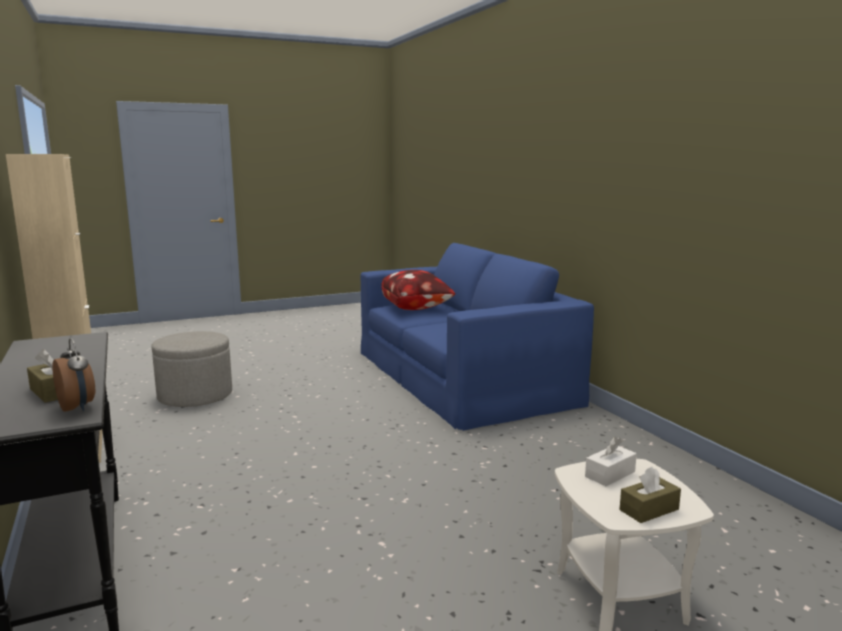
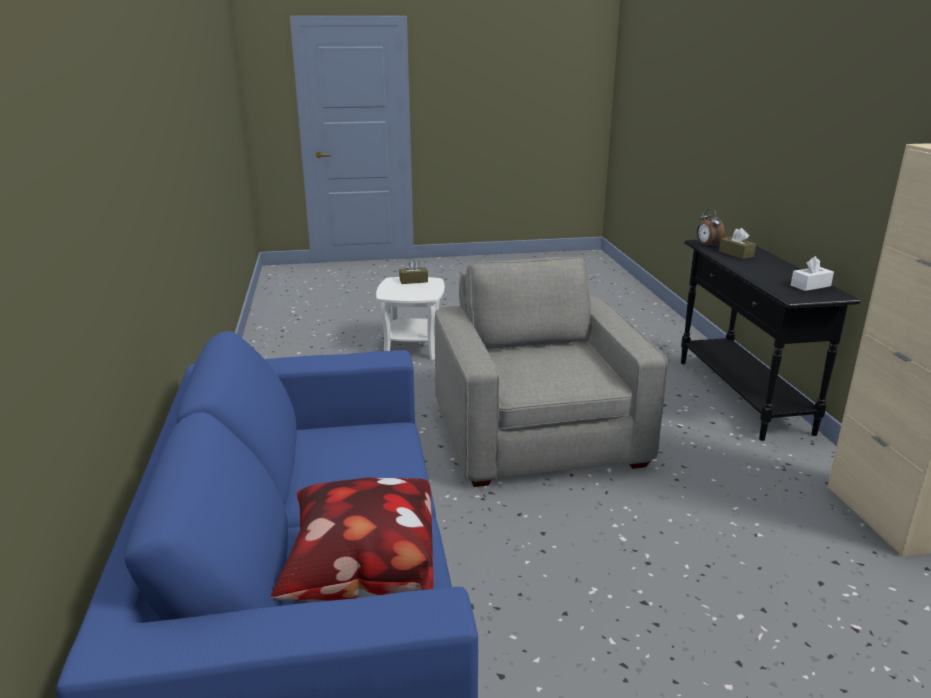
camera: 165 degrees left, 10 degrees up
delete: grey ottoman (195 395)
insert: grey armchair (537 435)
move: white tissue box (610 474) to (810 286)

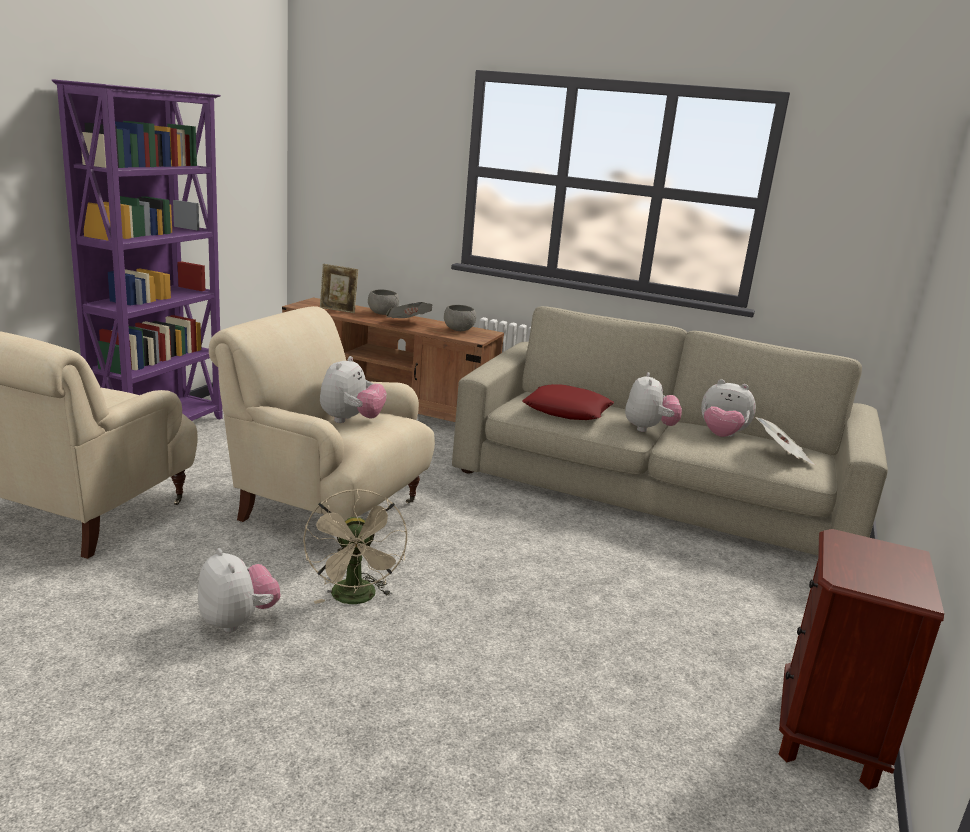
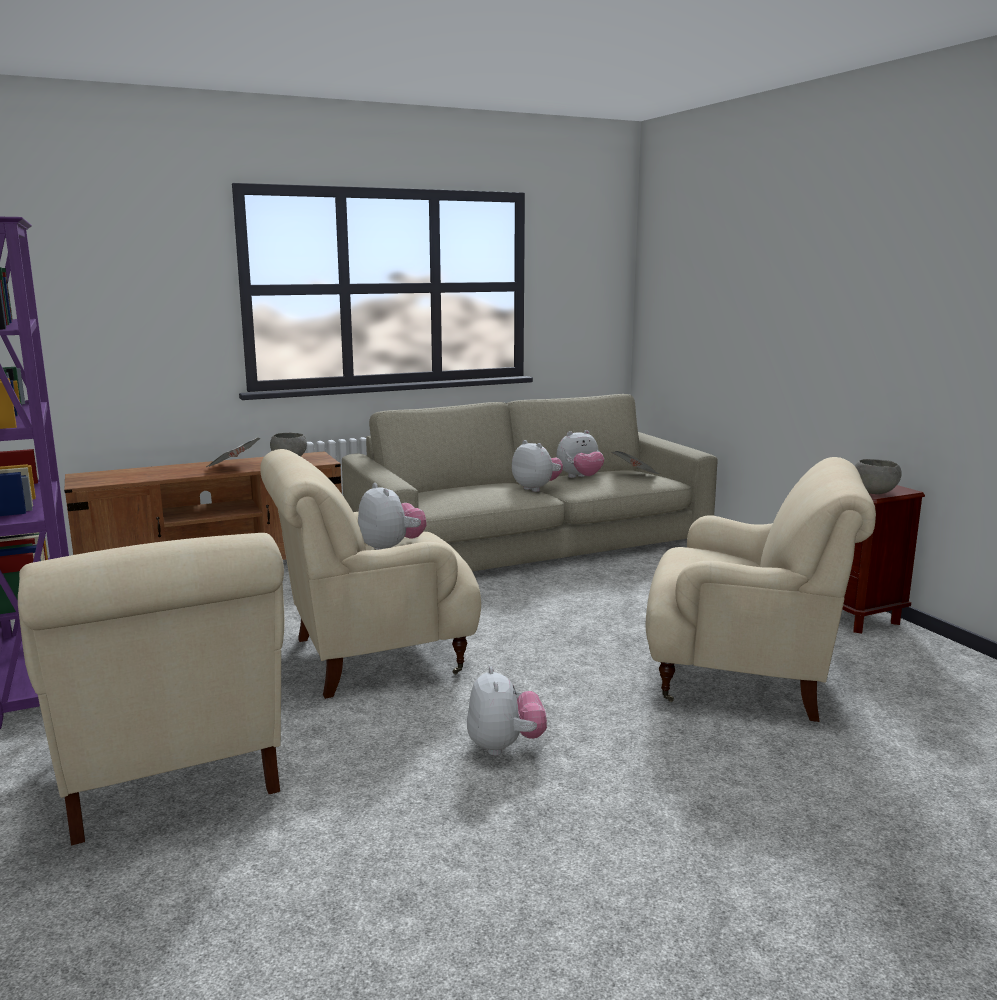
camera: 45 degrees left, 5 degrees down
delete: beige fan (356 599); picture frame (338 310); red pillow (567 411)
insert: beige armchair (744 677)
move: grey bowl (383 313) to (874 492)
rotate: plush toy (238 621) = (504 746) 75 degrees clockwise

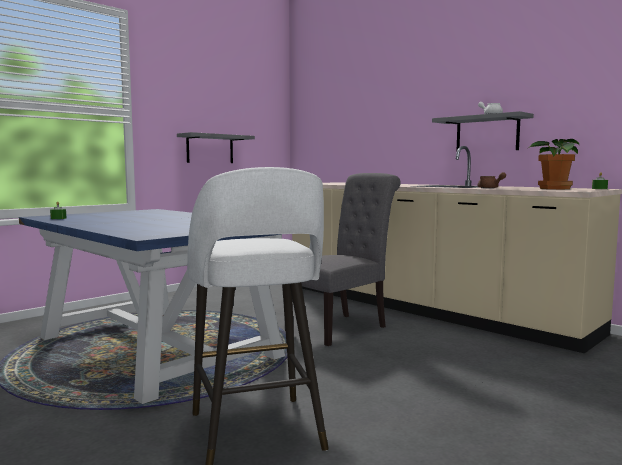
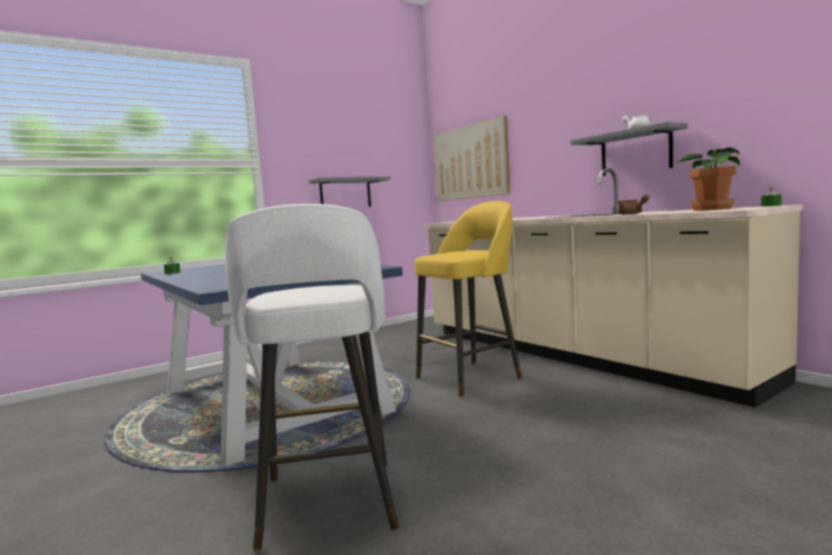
camera: 10 degrees right, 0 degrees up
insert: picture (470 162)
replace: grey chair (341 327) to yellow stool (471 377)

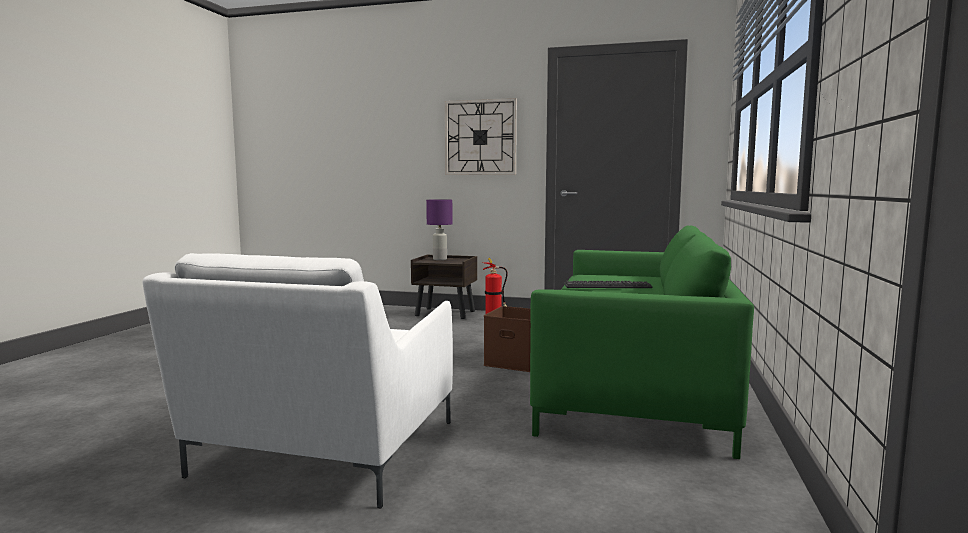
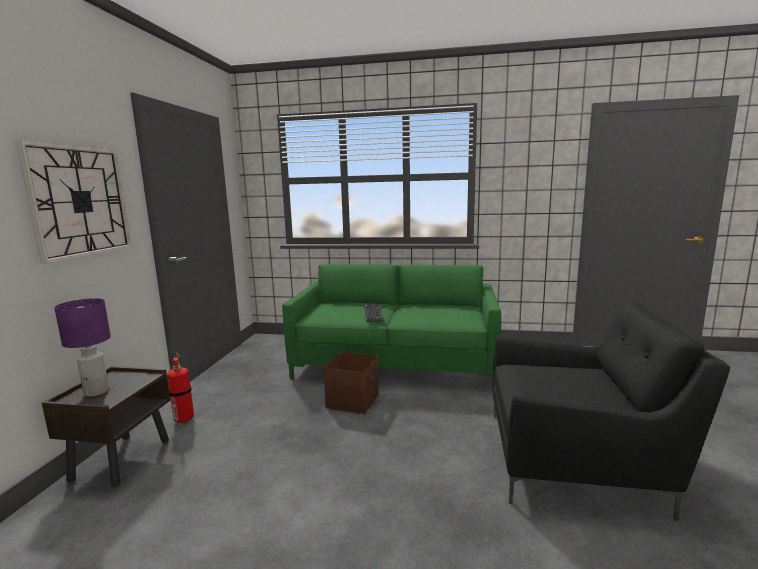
camera: 95 degrees left, 5 degrees up
recolor: white armchair (323 452) to black armchair (577 460)

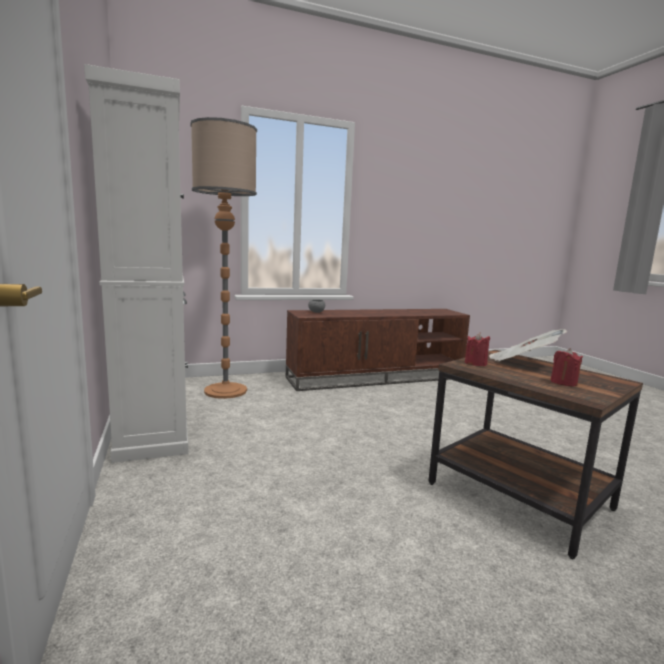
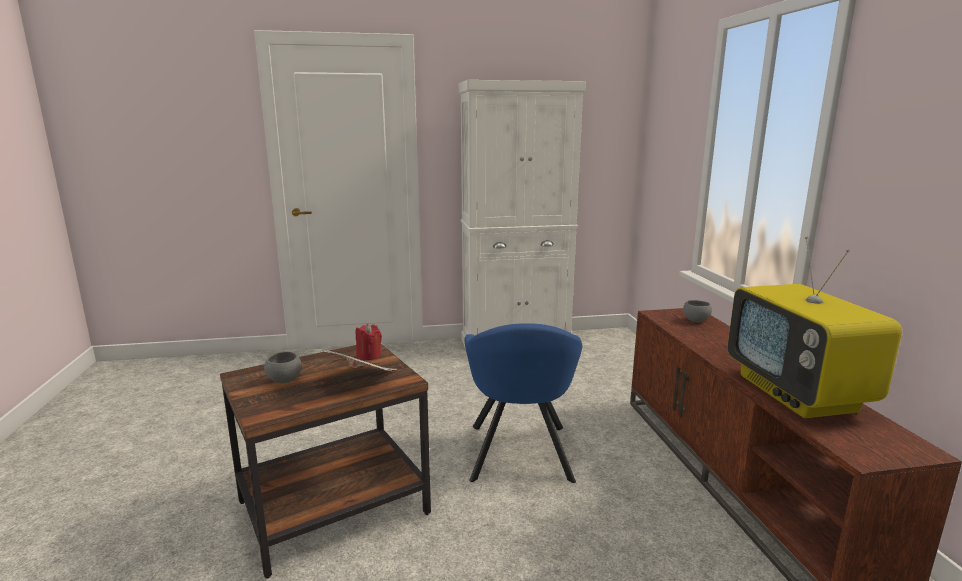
camera: 100 degrees right, 5 degrees up
delete: floor lamp (226 391)
insert: blue armchair (520 456); television (798 394)
replace: red candle (563 382) to grey bowl (284 380)

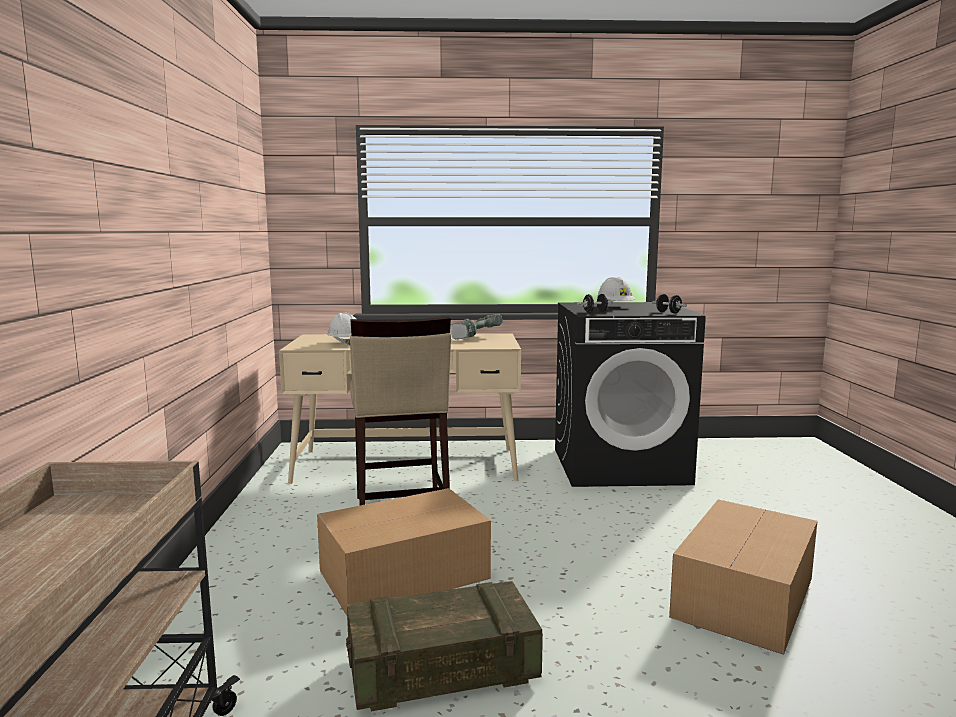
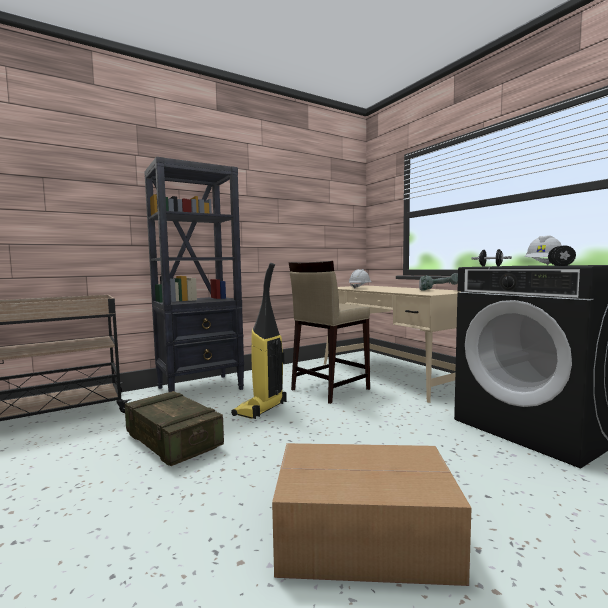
camera: 60 degrees right, 5 degrees down
insert: black bookcase (201 388)
replace: cardboard box (407 574) to vacuum cleaner (260 409)

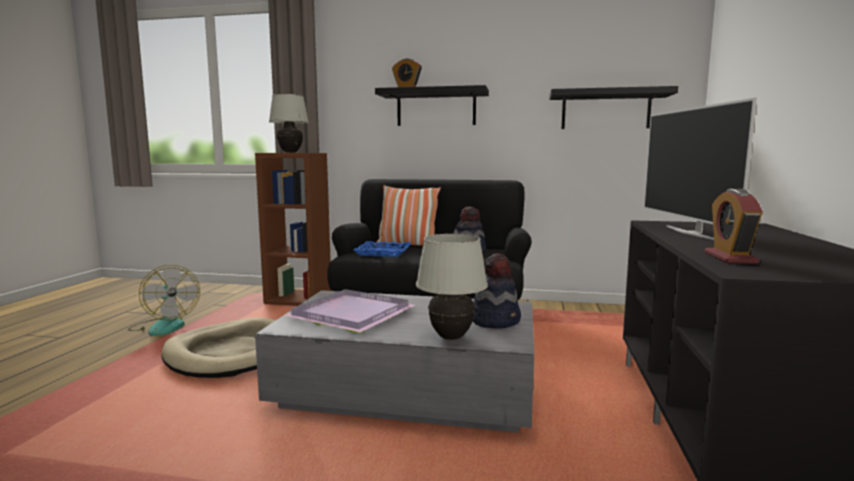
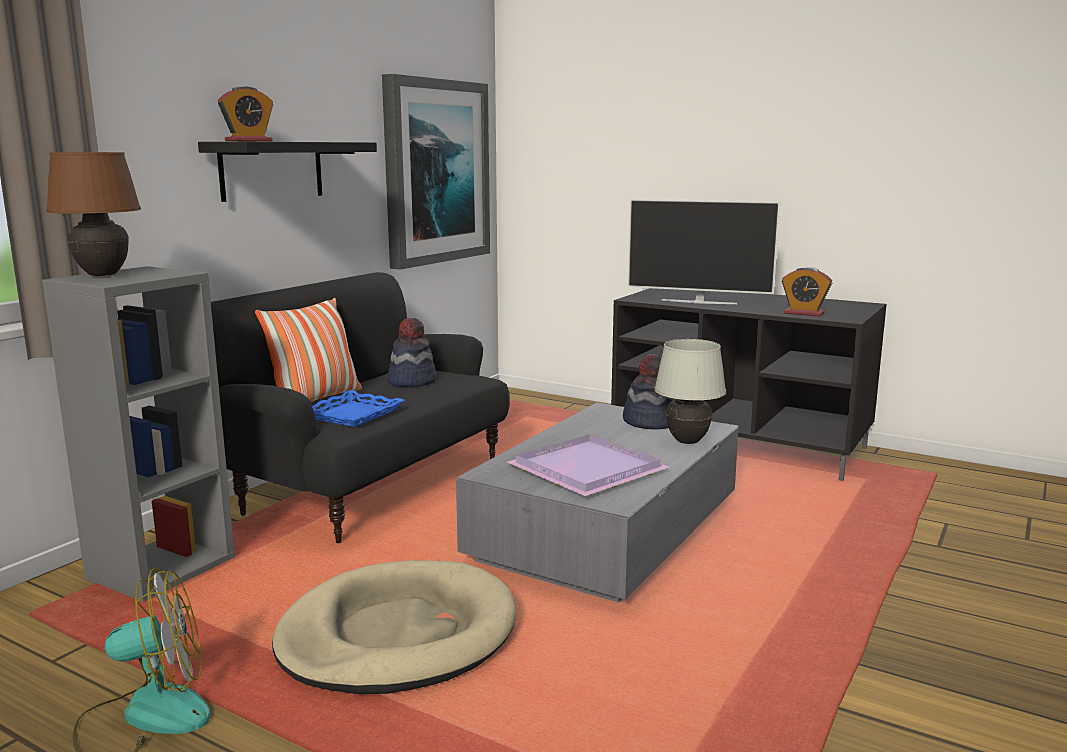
camera: 70 degrees left, 5 degrees up
replace: black shelf (605 110) to picture (435 172)
recolor: brown bookcase (299 299) to grey bookcase (162 568); white table lamp (290 152) to brown table lamp (102 275)

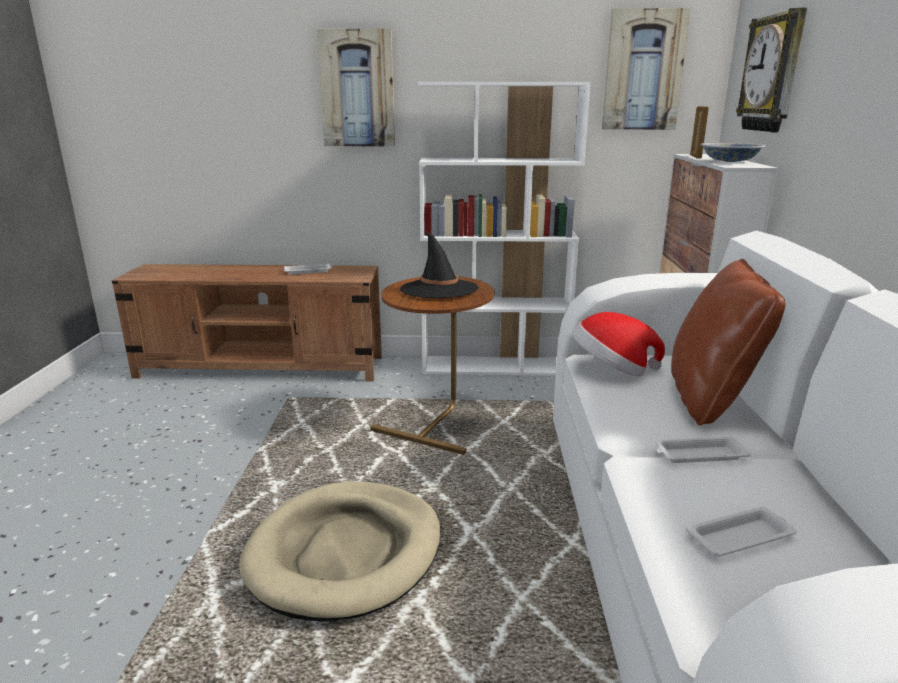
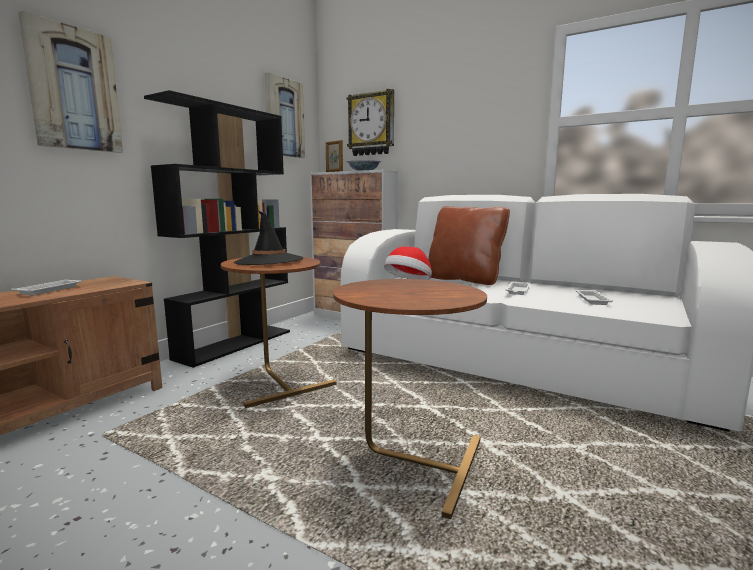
camera: 60 degrees left, 10 degrees down
replace: beige dog bed (346 553) to brown side table (408 461)
recolor: white bookcase (495 366) to black bookcase (235 344)

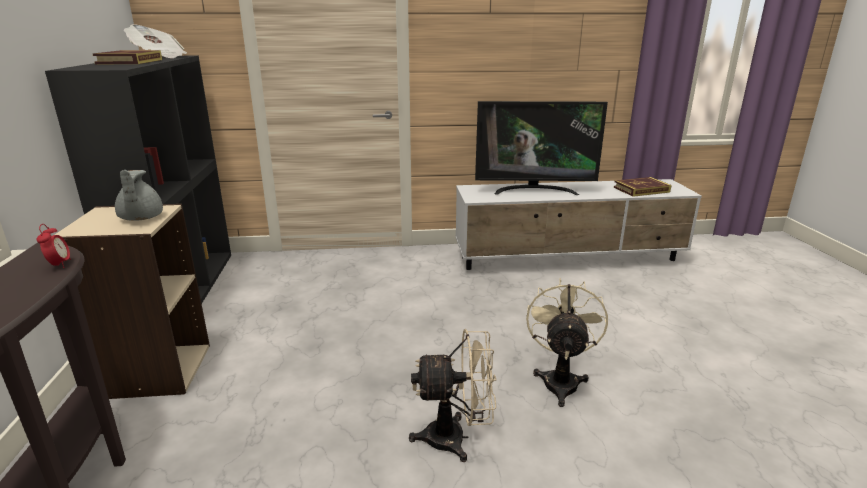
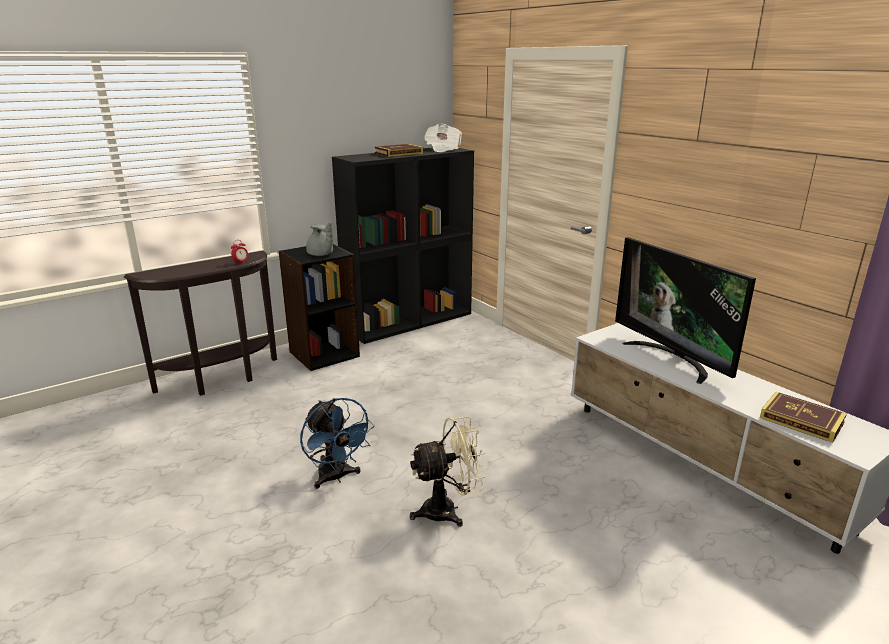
camera: 60 degrees right, 0 degrees up
recolor: beige bookcase (156 370) to black bookcase (324 354); beige fan (456 438) to blue fan (336 477)
rotate: grey teapot (140 218) = (321 255) 90 degrees counterclockwise

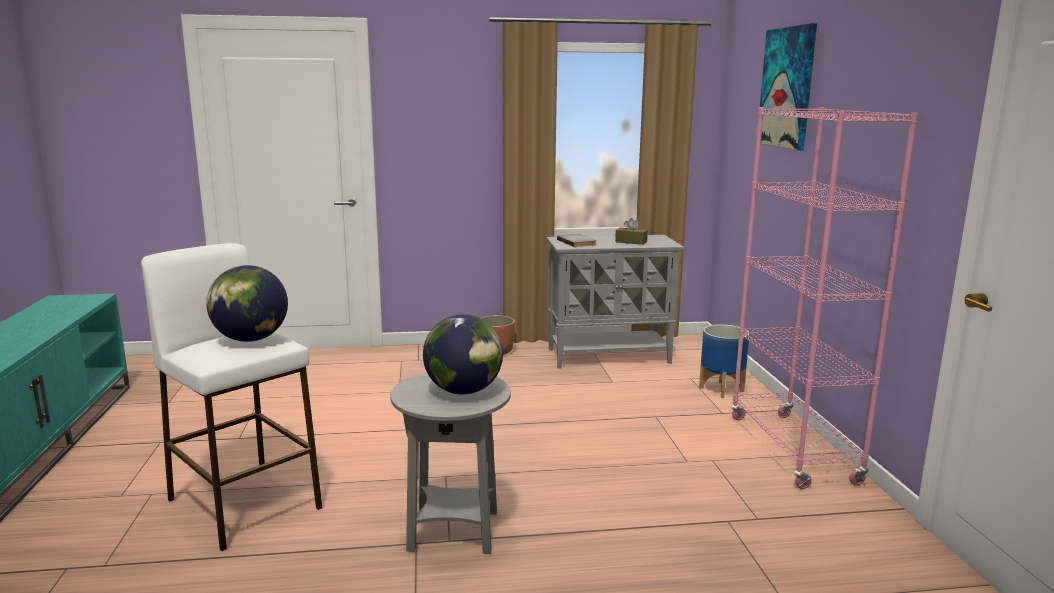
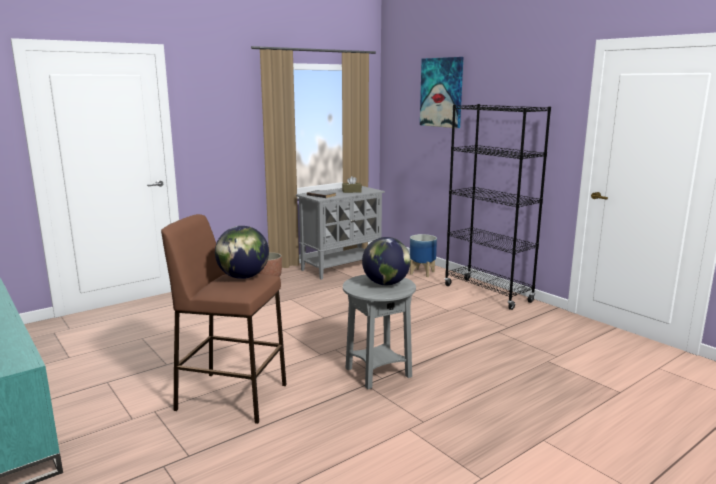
camera: 30 degrees left, 0 degrees up
recolor: white stool (244 503) to brown stool (231 397); pink bookcase (792 449) to black bookcase (488 294)

